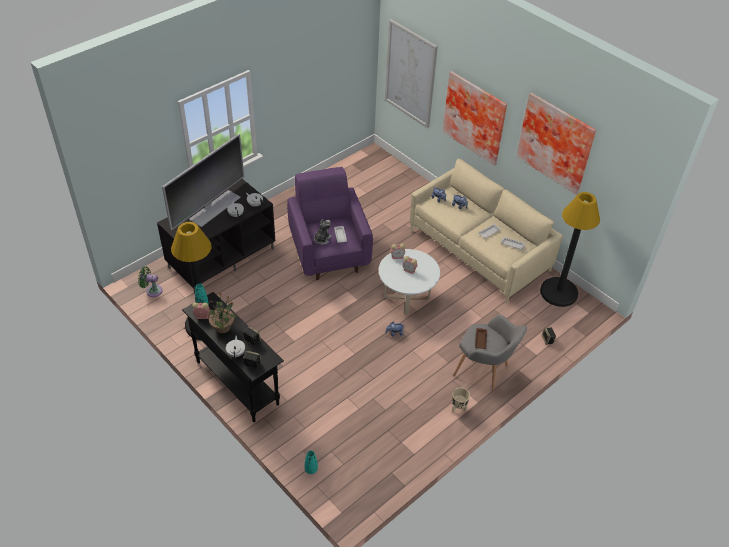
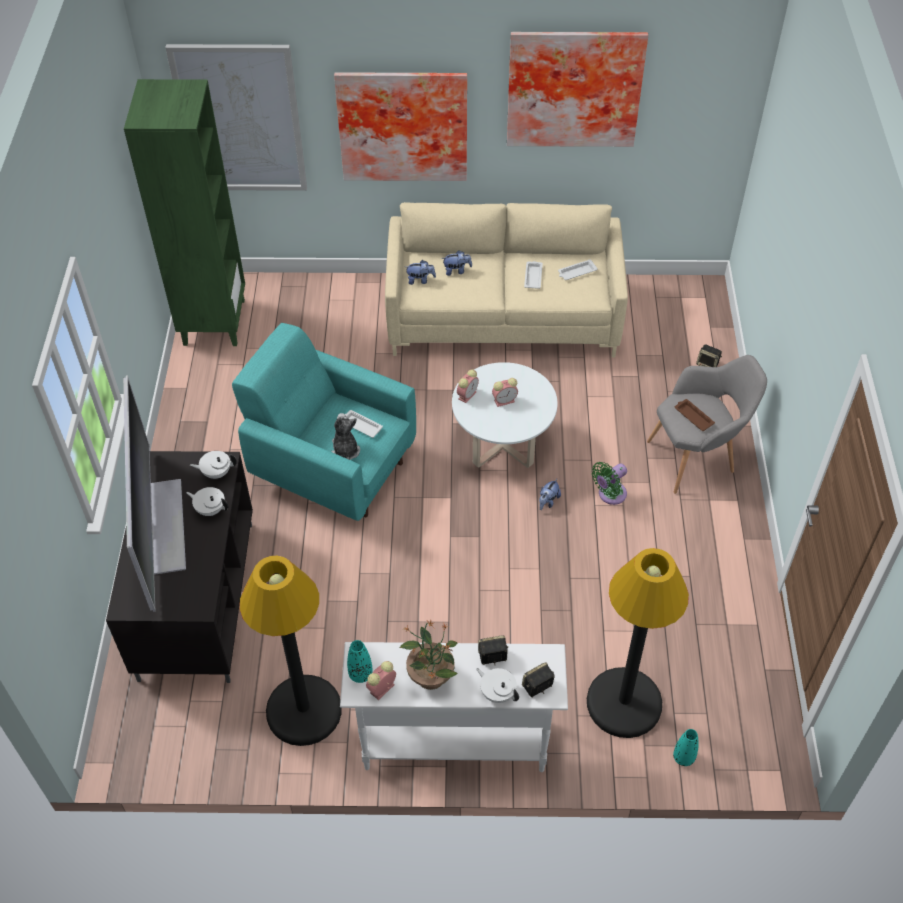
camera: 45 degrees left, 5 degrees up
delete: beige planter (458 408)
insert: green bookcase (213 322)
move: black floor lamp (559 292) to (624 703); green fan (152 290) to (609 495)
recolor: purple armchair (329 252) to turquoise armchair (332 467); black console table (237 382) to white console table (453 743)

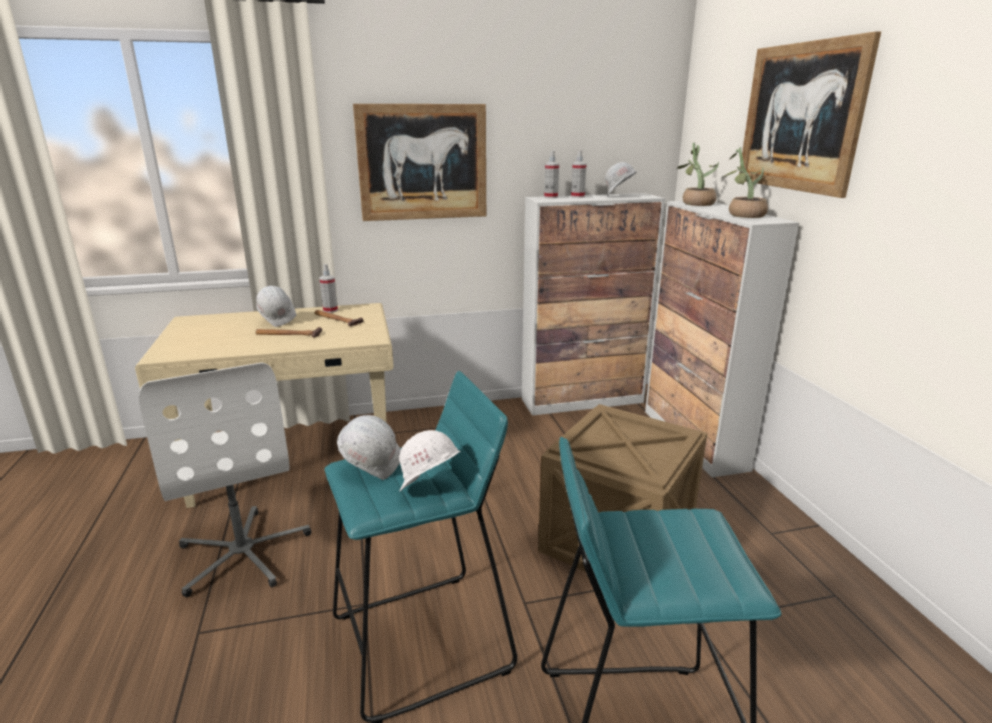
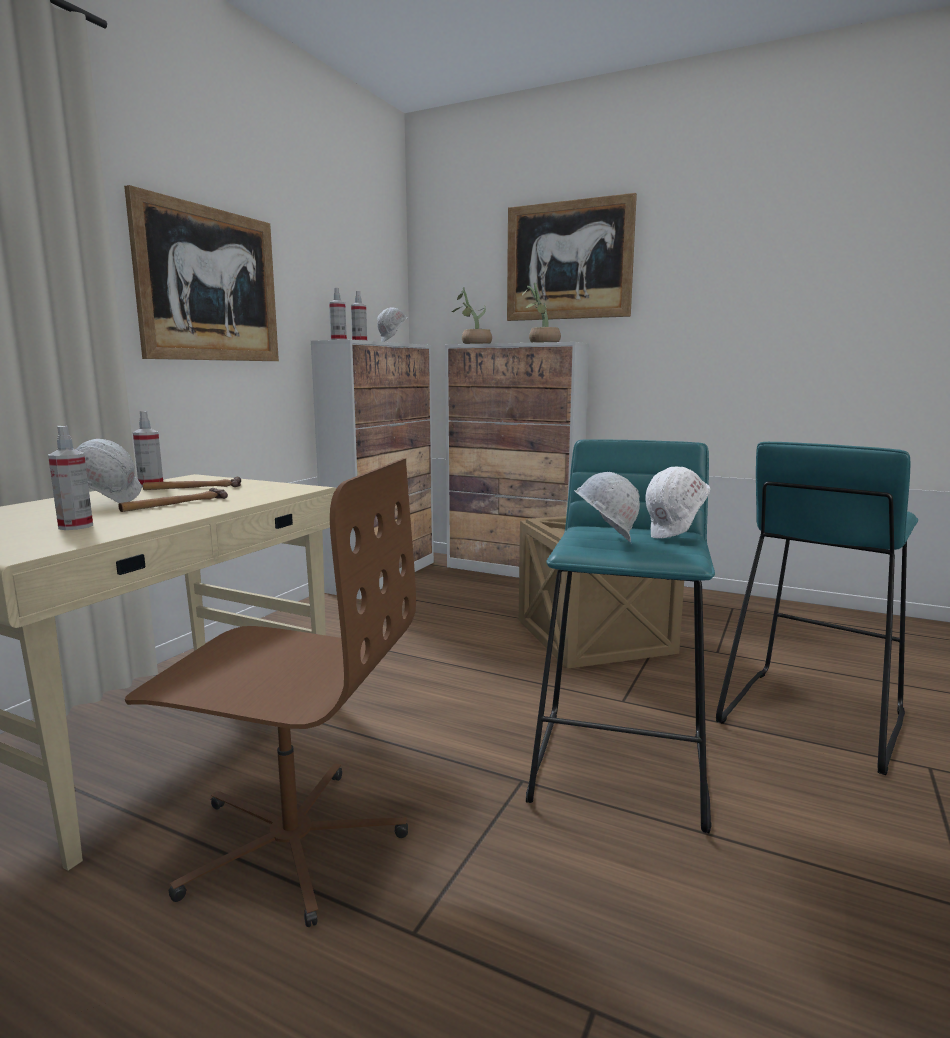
camera: 50 degrees left, 10 degrees down
insert: spray bottle (75 526)
recolor: white office chair (244 552) to brown office chair (291 841)

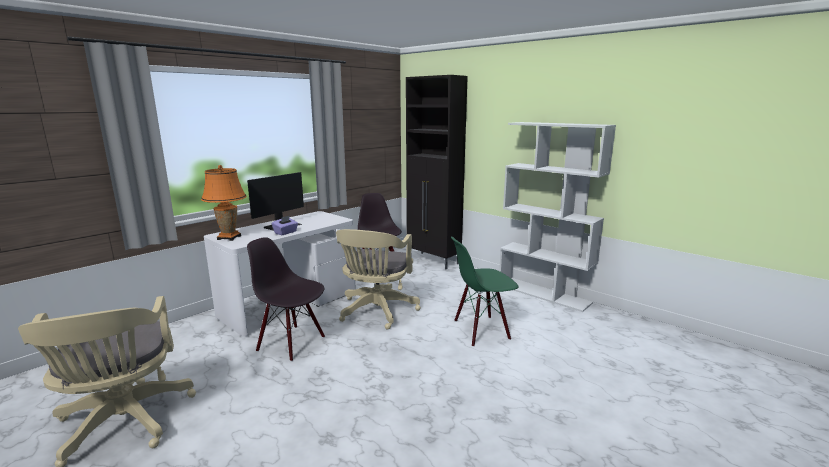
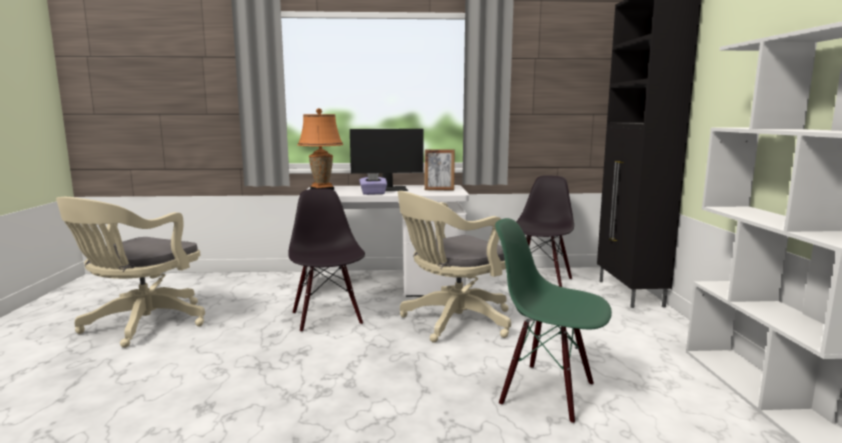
camera: 45 degrees right, 5 degrees down
insert: picture frame (439 189)

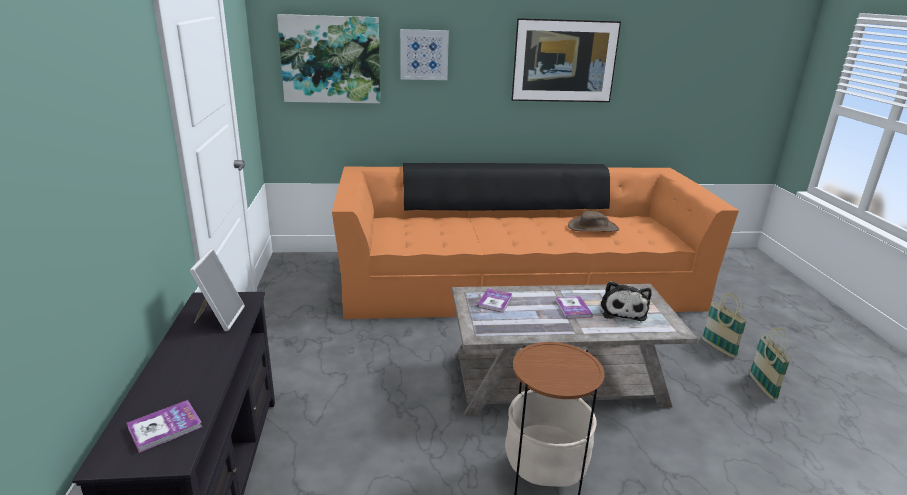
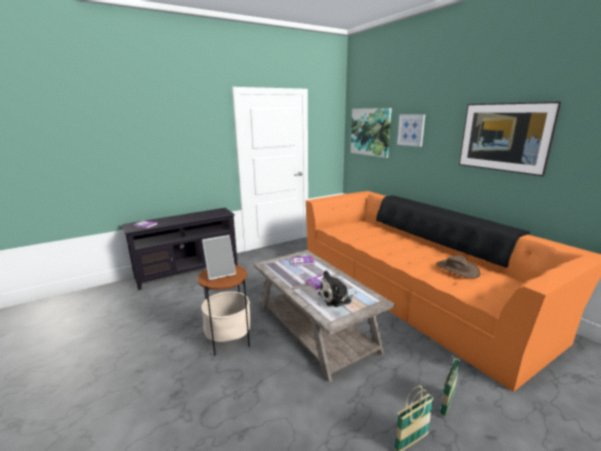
camera: 65 degrees right, 5 degrees down
move: picture frame (219 318) to (220 273)

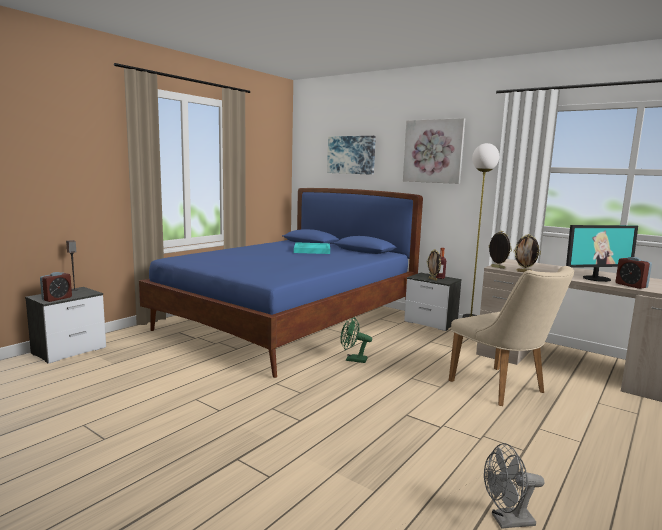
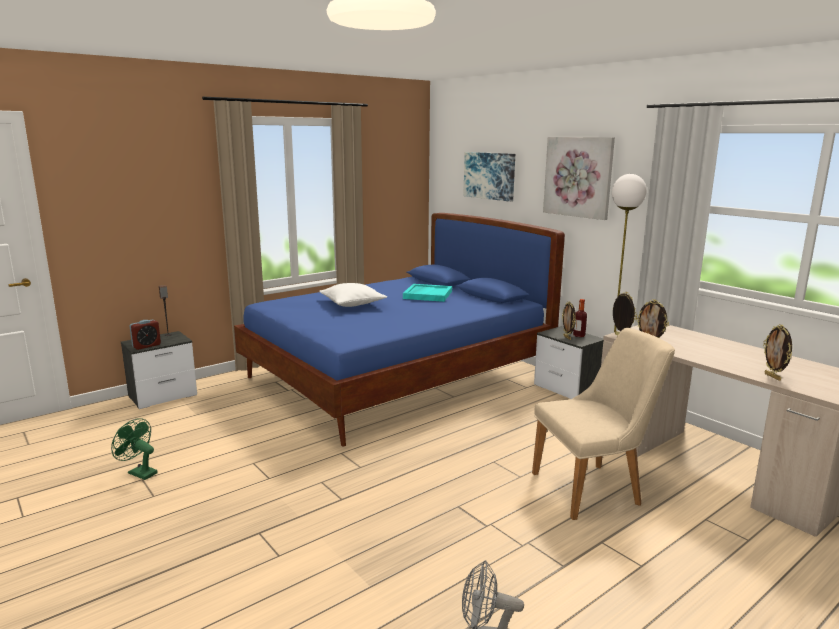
camera: 15 degrees right, 5 degrees up
delete: monitor (596 278)
insert: white pillow (352 303)
move: green fan (352 359) to (139 472)
replace: alarm clock (631 285) to picture frame (773 377)
rotate: beige chair (503 389) = (595 488) 90 degrees counterclockwise

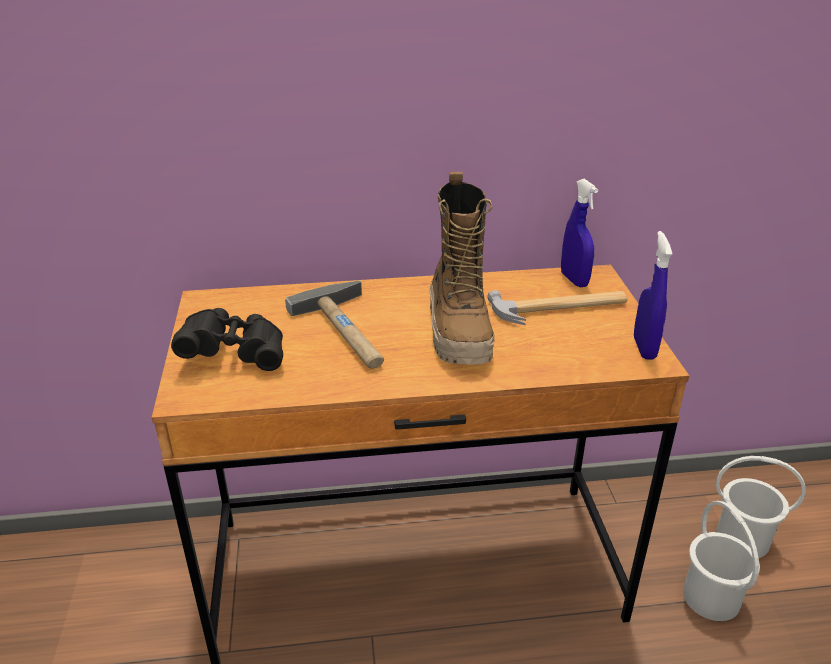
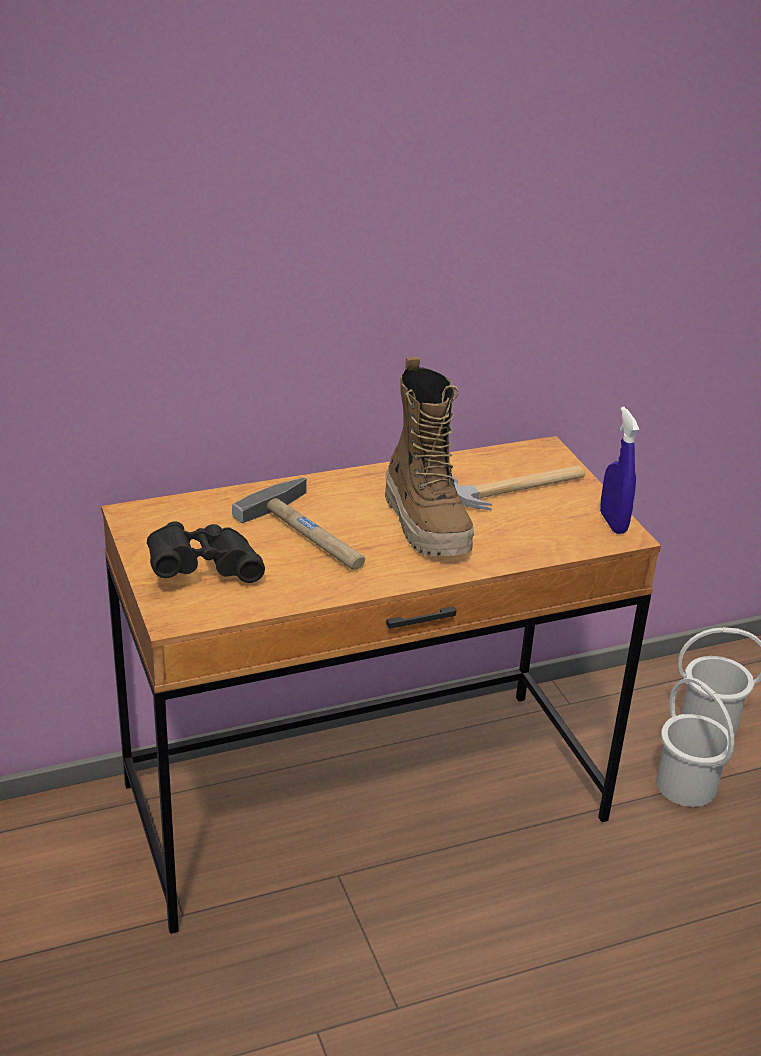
camera: 15 degrees left, 0 degrees up
delete: blue spray bottle (574 280)

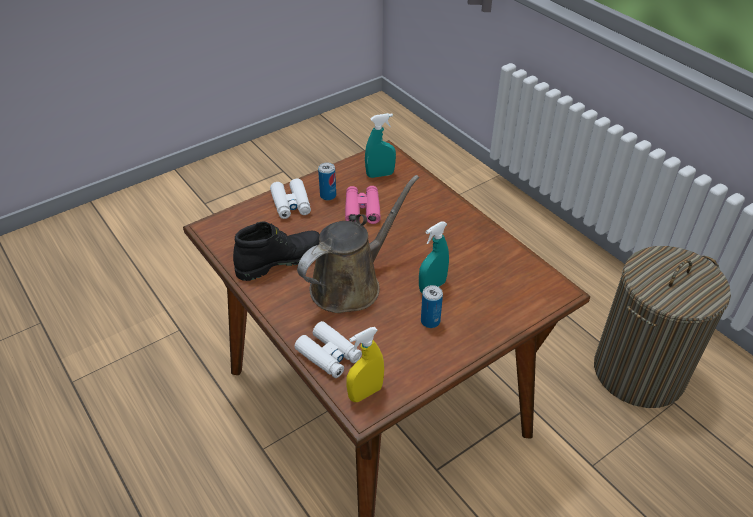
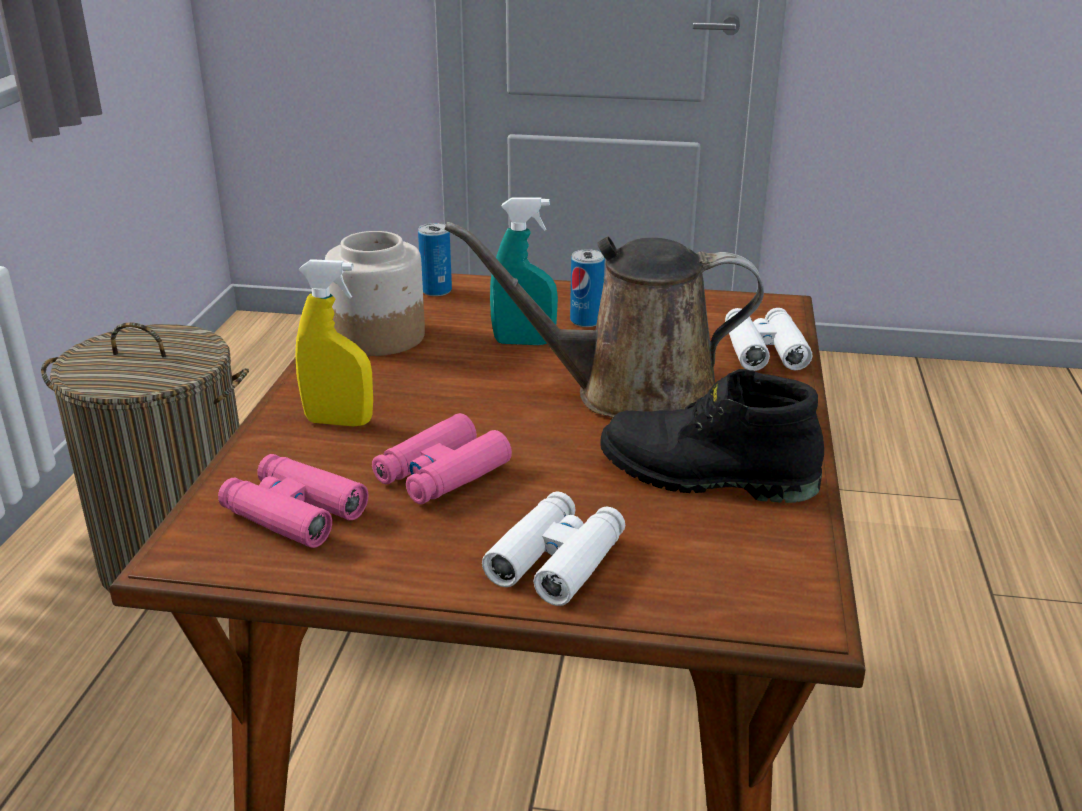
camera: 135 degrees left, 15 degrees down
insert: jar (377 337)
move: yellow spray bottle (365 393) to (339 422); can (328 195) to (436 291)
replace: turquoise spray bottle (380 174) to pink binoculars (294 513)

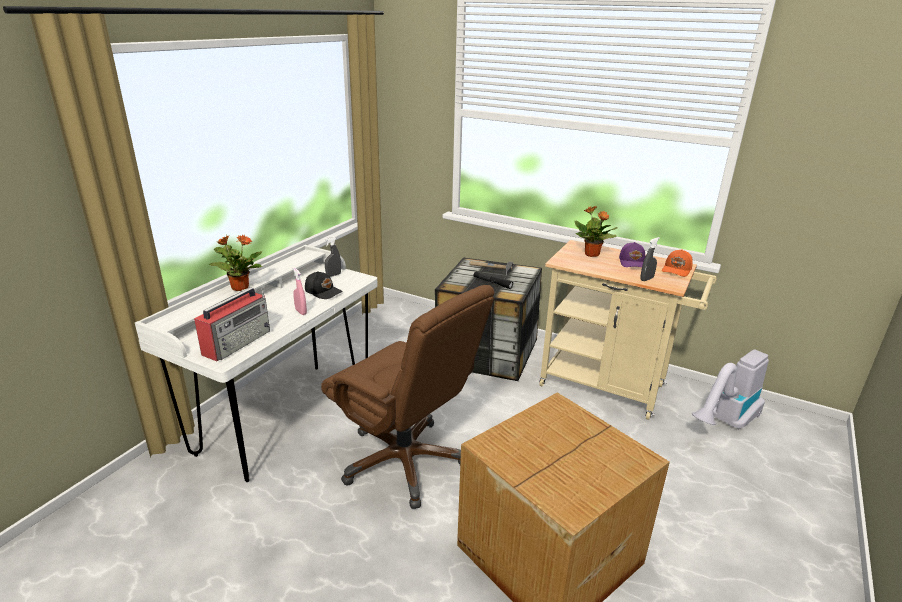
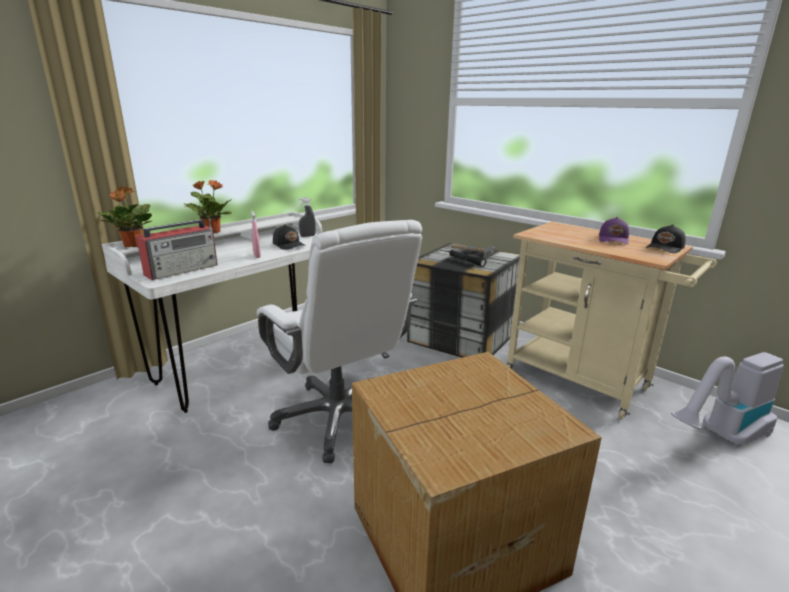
camera: 15 degrees right, 5 degrees down
delete: grey spray bottle (646 279)
move: potted plant (592 254) to (133 245)
recolor: brown office chair (405 461) to white office chair (339 418); orange cap (677 270) to black cap (665 248)

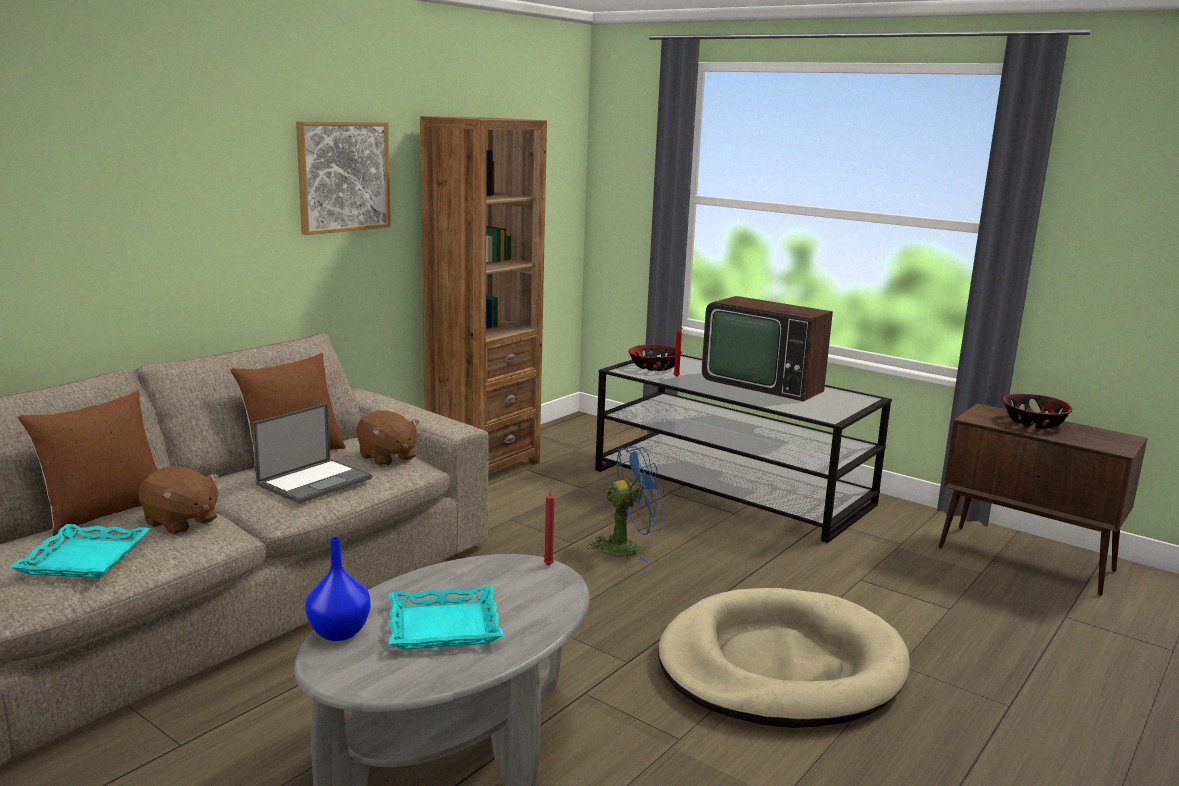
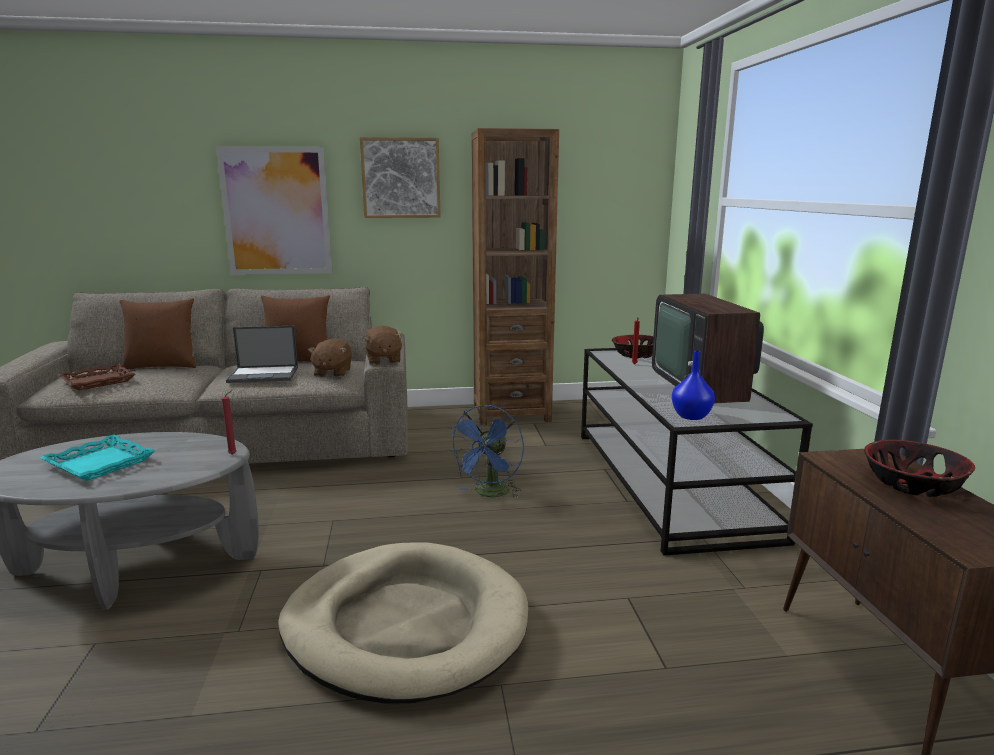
camera: 45 degrees right, 0 degrees up
insert: picture (276 211)
move: brown plush toy (181 522) to (383 360); blue vase (340 633) to (691 416)
recolor: turquoise tray (85 559) to brown tray (98 381)
rotate: blue fan (627 547) = (490 494) 90 degrees clockwise

